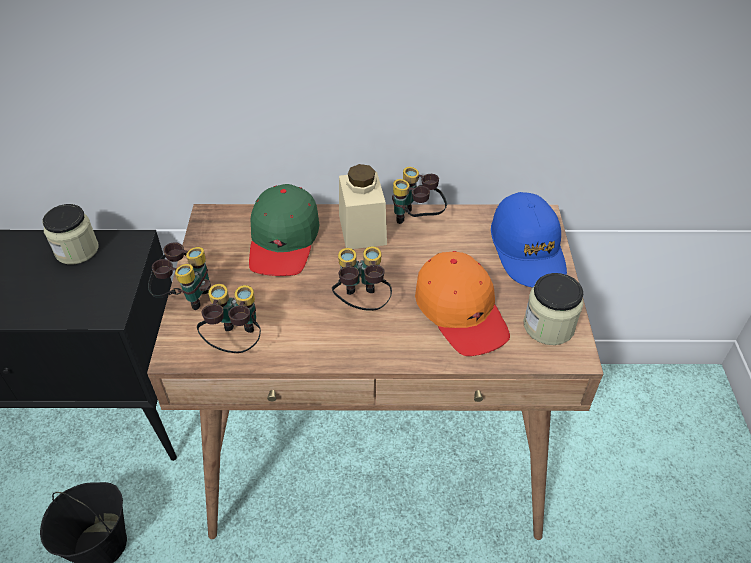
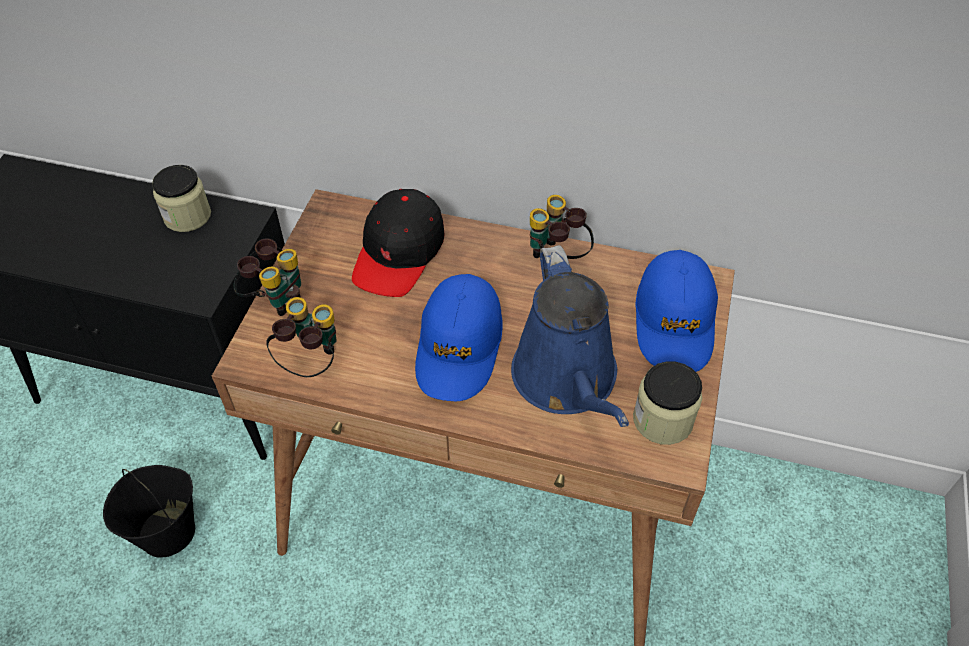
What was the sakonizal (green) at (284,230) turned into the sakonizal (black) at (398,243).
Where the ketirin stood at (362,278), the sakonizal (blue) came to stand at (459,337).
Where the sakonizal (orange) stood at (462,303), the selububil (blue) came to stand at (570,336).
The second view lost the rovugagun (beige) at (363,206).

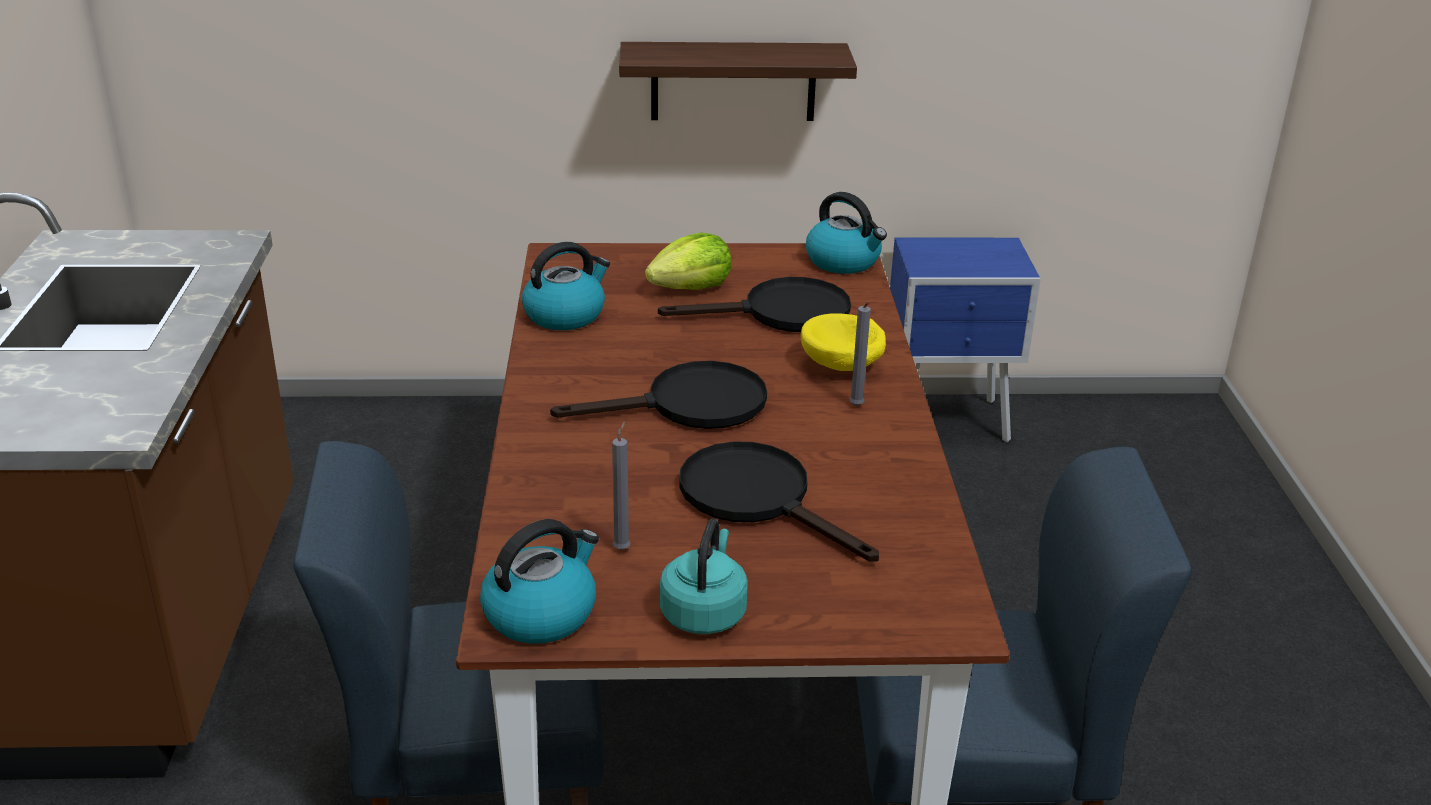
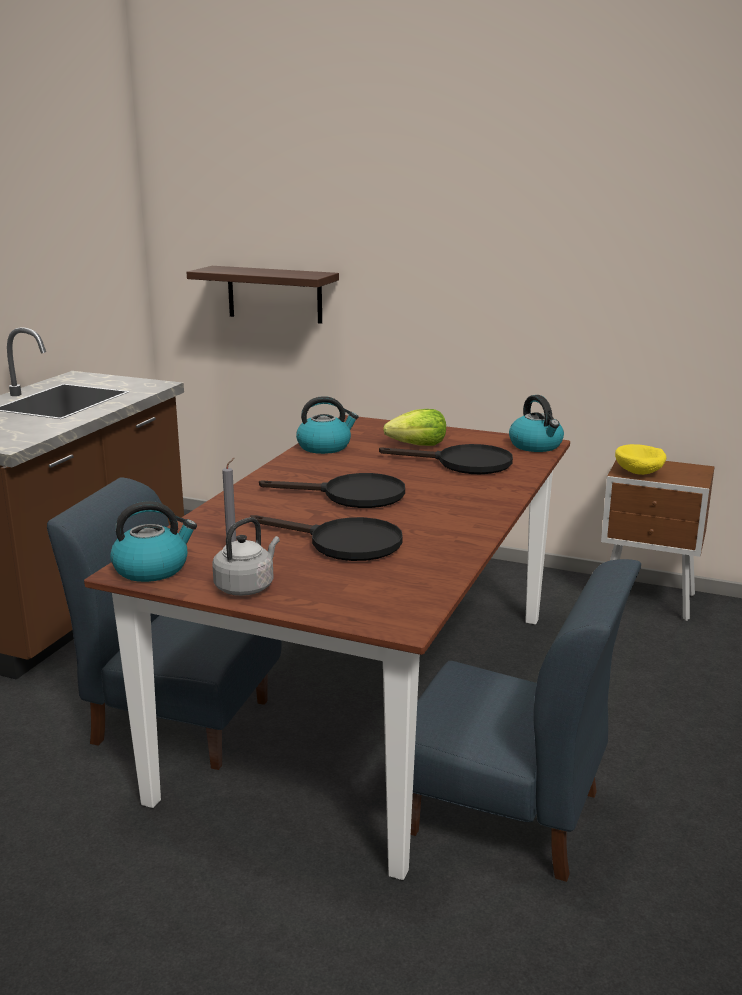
The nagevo ended up elsewhere, having gone from (738,81) to (263,295).
What was the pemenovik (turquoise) at (704,576) turned into the pemenovik (grey) at (246,556).
The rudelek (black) at (779,501) ended up facing another way, 135 degrees clockwise from before.
What was the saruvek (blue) at (965,340) turned into the saruvek (brown) at (658,540).
The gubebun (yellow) ended up elsewhere, having gone from (843,342) to (640,459).
The second view lost the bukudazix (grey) at (860,354).

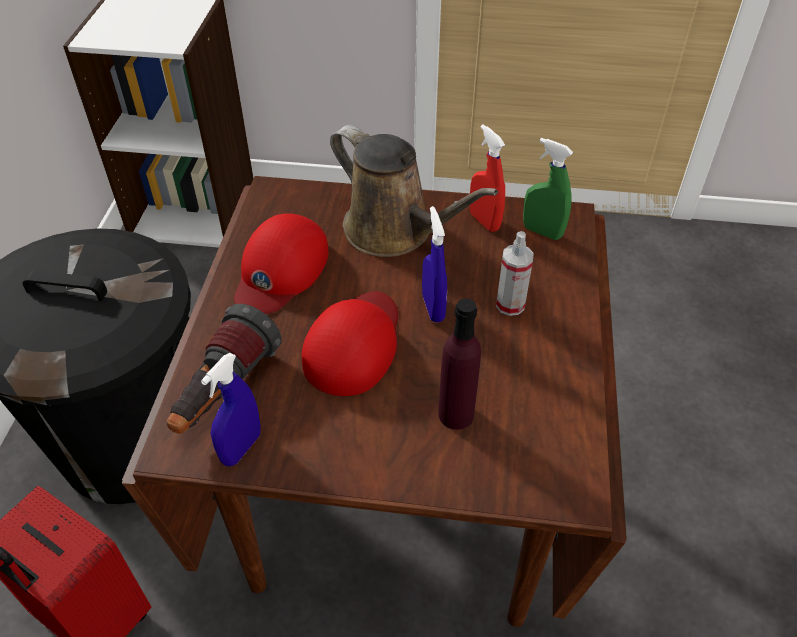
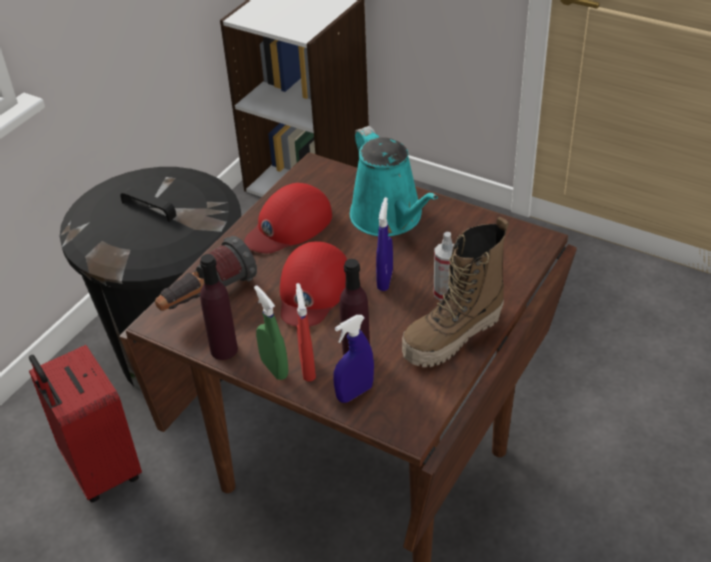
The second view gained the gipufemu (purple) at (219,307).
The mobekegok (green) ended up elsewhere, having gone from (548,189) to (271,332).
The sakonizal (red) at (350,344) ended up facing another way, 150 degrees clockwise from before.
The mobekegok (red) ended up elsewhere, having gone from (487,178) to (306,332).
The mobekegok (blue) ended up elsewhere, having gone from (230,410) to (353,359).
What was the selububil (brown) at (414,191) turned into the selububil (turquoise) at (394,181).
The second view gained the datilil at (455,292).

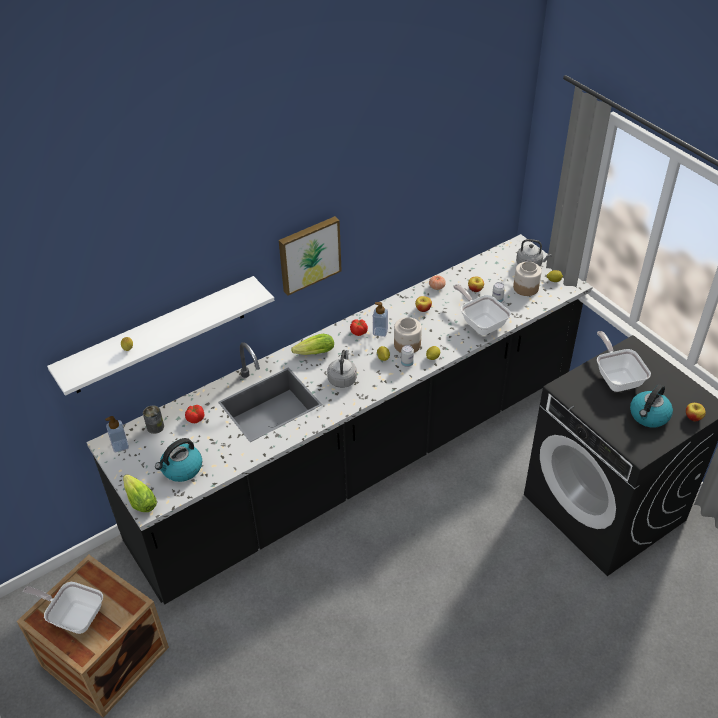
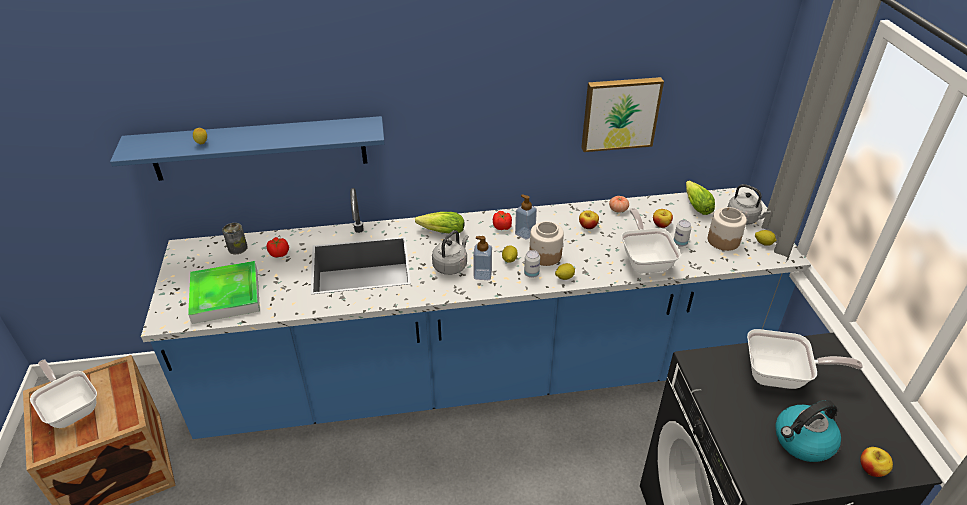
What was the nagevo (white) at (160,336) turned into the nagevo (blue) at (247,148).
What was the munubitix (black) at (339,419) turned into the munubitix (blue) at (476,313).
Where the pemenovik stood at (178,460), the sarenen came to stand at (224,292).
The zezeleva ended up elsewhere, having gone from (117,434) to (482,258).
The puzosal ended up elsewhere, having gone from (310,255) to (622,114).
The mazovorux ended up elsewhere, having gone from (140,493) to (700,198).
The rudelek at (624,361) ended up facing another way, 90 degrees clockwise from before.

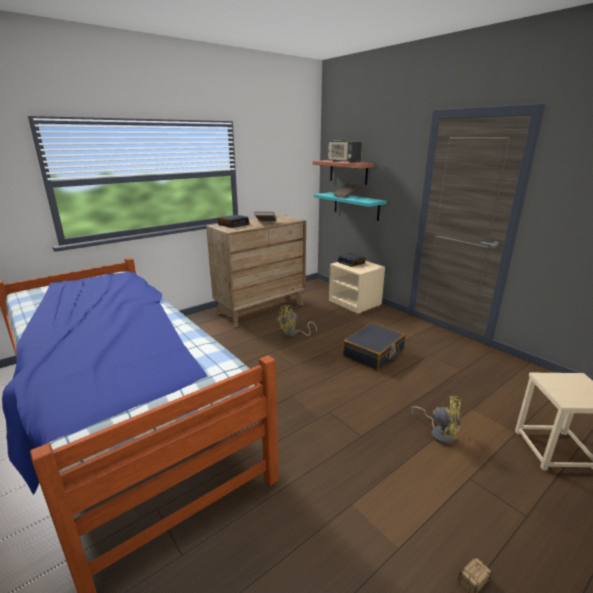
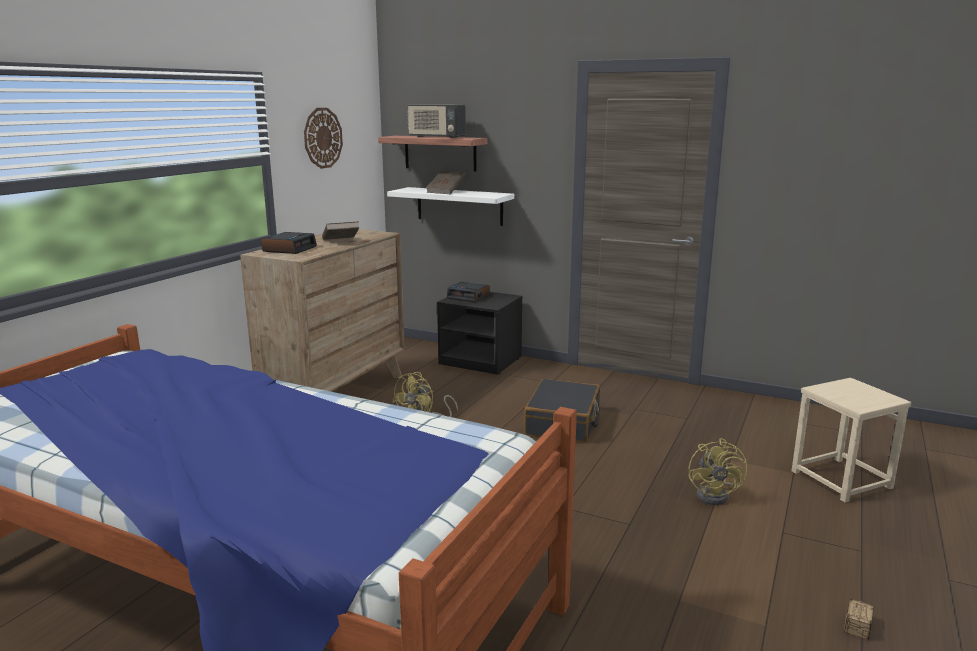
The second view gained the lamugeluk at (323,138).
What was the nagevo (turquoise) at (350,206) turned into the nagevo (white) at (450,206).
What was the saruvek (beige) at (357,287) turned into the saruvek (black) at (480,333).
The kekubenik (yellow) at (436,420) ended up facing another way, 90 degrees clockwise from before.

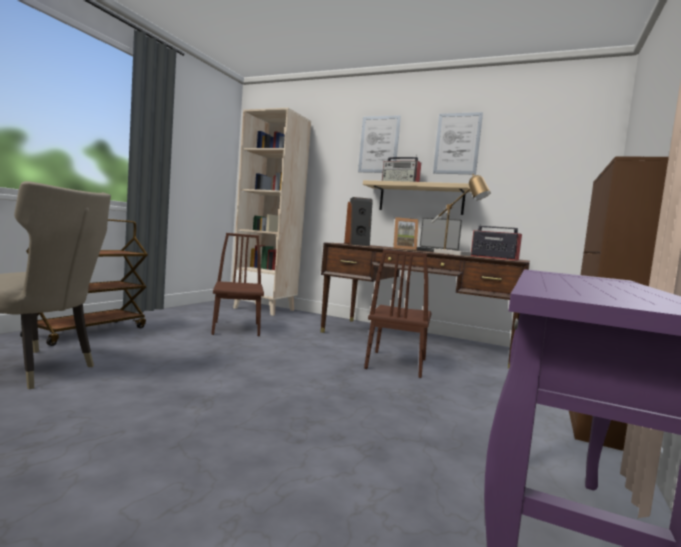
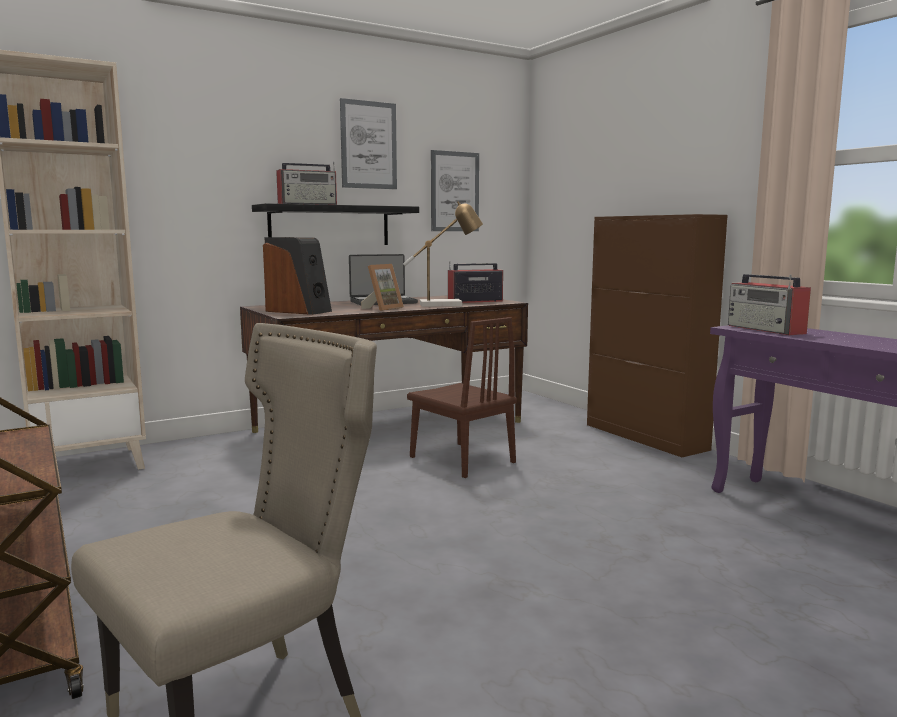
What was the nagevo (beige) at (417,197) turned into the nagevo (black) at (335,224).
The puzosal ended up elsewhere, having gone from (379,144) to (455,190).
The second view gained the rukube at (769,304).
The second view lost the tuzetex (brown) at (237,284).

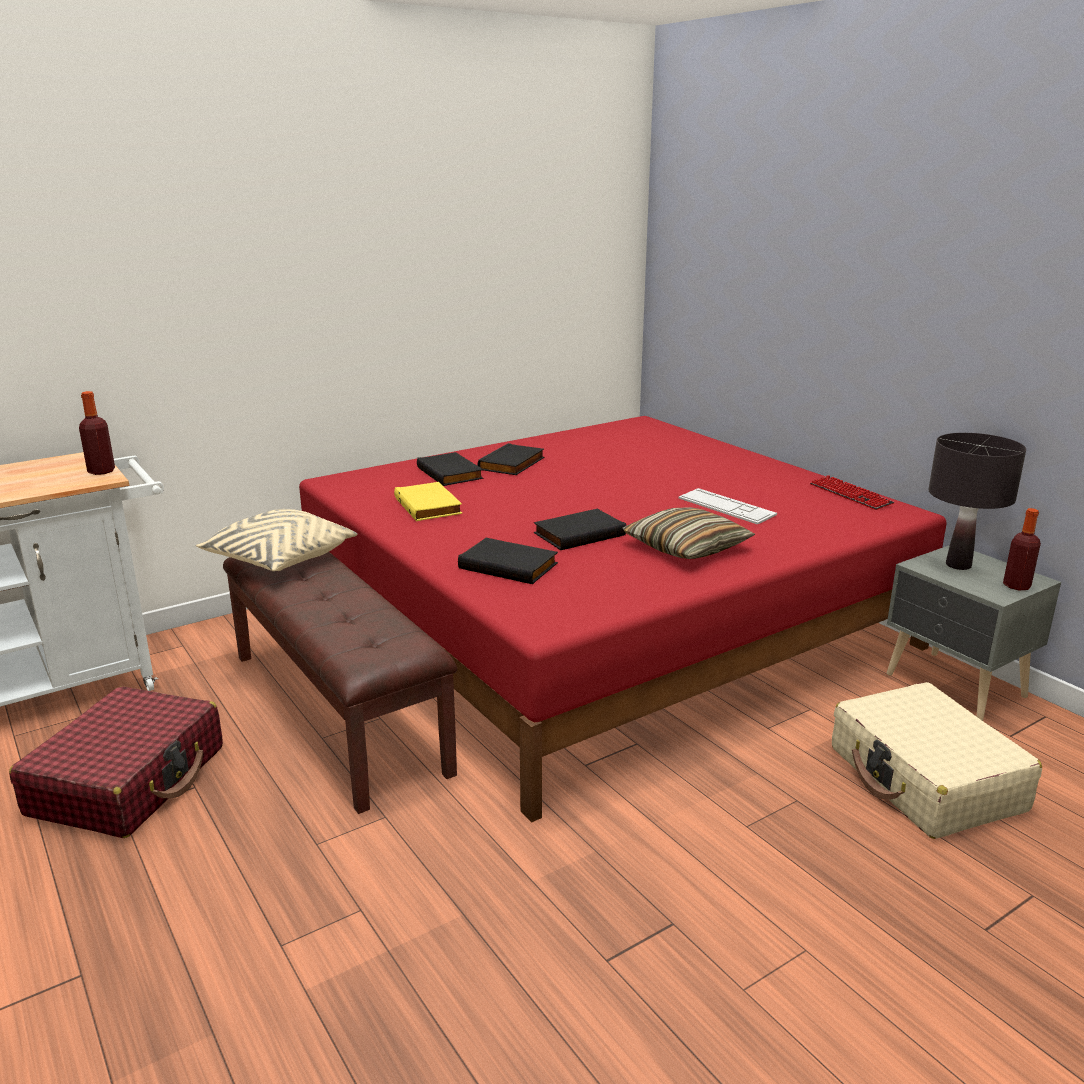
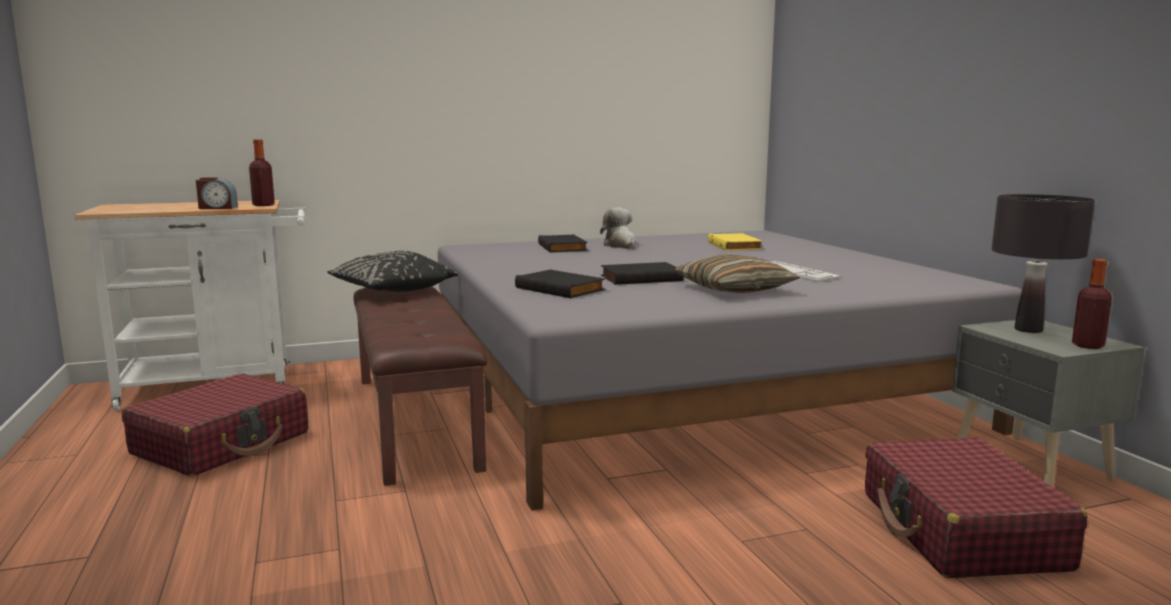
The second view gained the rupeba at (217,193).
What was the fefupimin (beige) at (276,540) turned into the fefupimin (black) at (392,271).
What was the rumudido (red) at (623,619) turned into the rumudido (grey) at (730,370).
Where the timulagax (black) stood at (511,459), the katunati came to stand at (618,228).
The timulagax (yellow) ended up elsewhere, having gone from (428,501) to (735,242).
What was the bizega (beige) at (937,760) turned into the bizega (red) at (976,508).
The second view lost the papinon at (852,492).

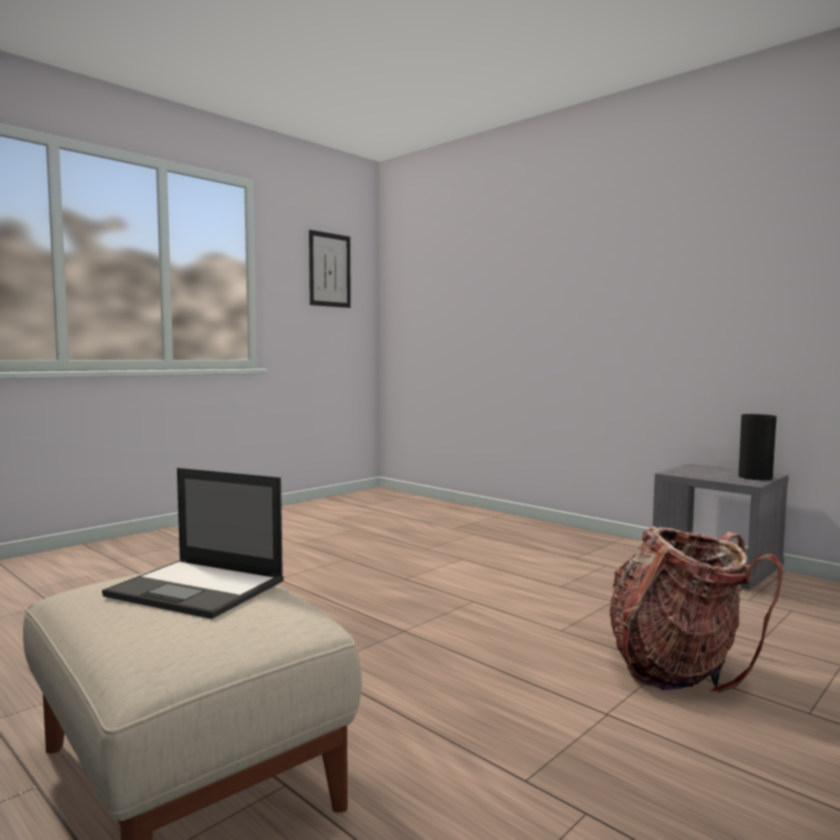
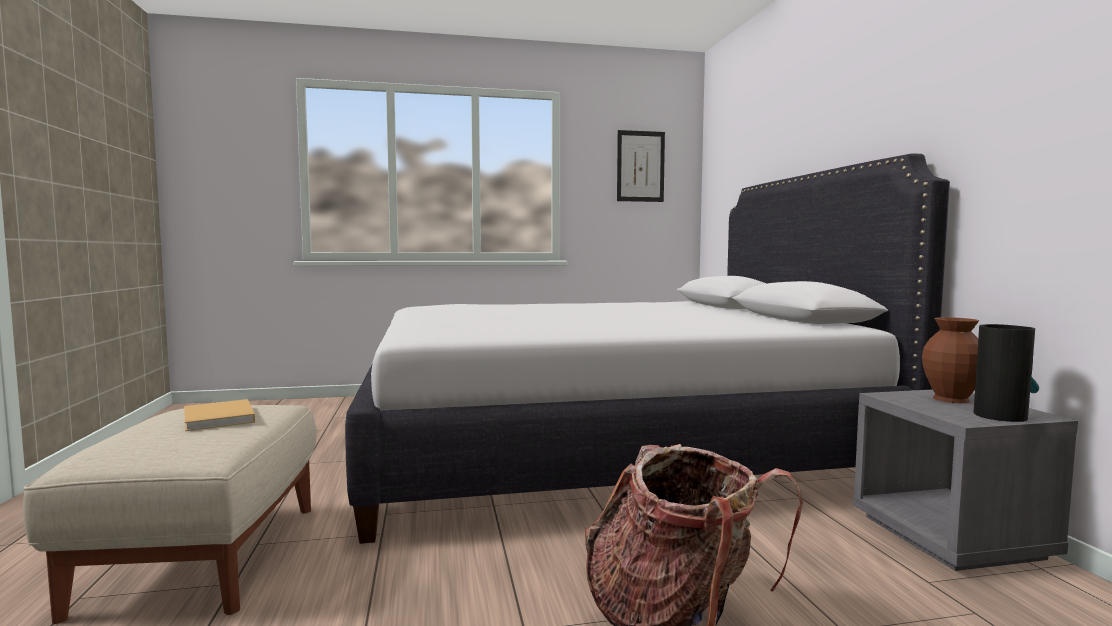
Where the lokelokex stood at (193,543), the timulagax (beige) came to stand at (219,415).
The second view gained the rumudido (white) at (647,348).
The second view gained the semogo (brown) at (950,360).

